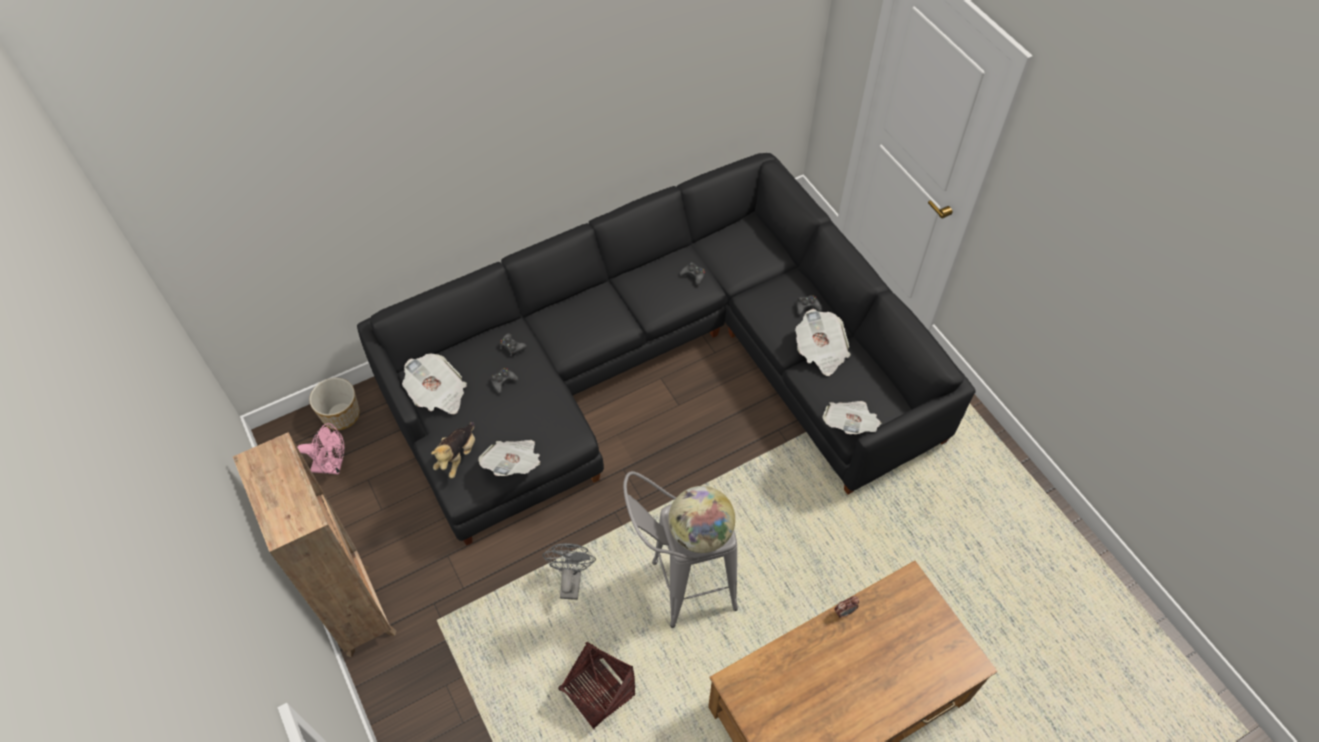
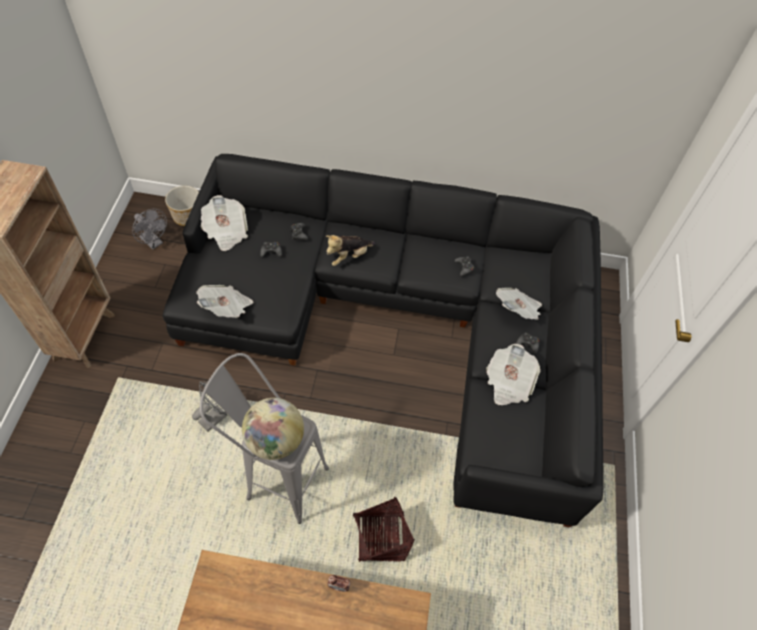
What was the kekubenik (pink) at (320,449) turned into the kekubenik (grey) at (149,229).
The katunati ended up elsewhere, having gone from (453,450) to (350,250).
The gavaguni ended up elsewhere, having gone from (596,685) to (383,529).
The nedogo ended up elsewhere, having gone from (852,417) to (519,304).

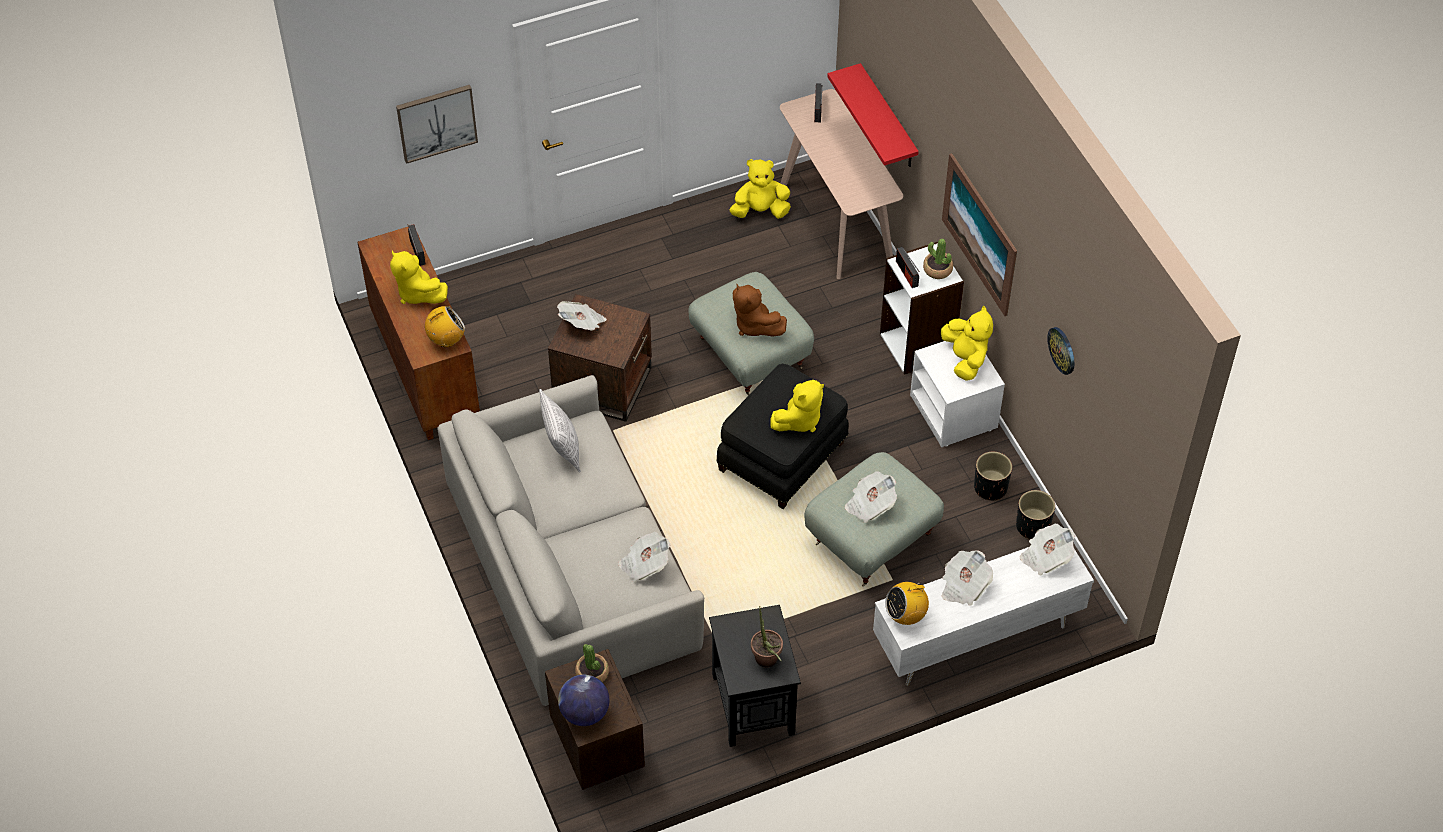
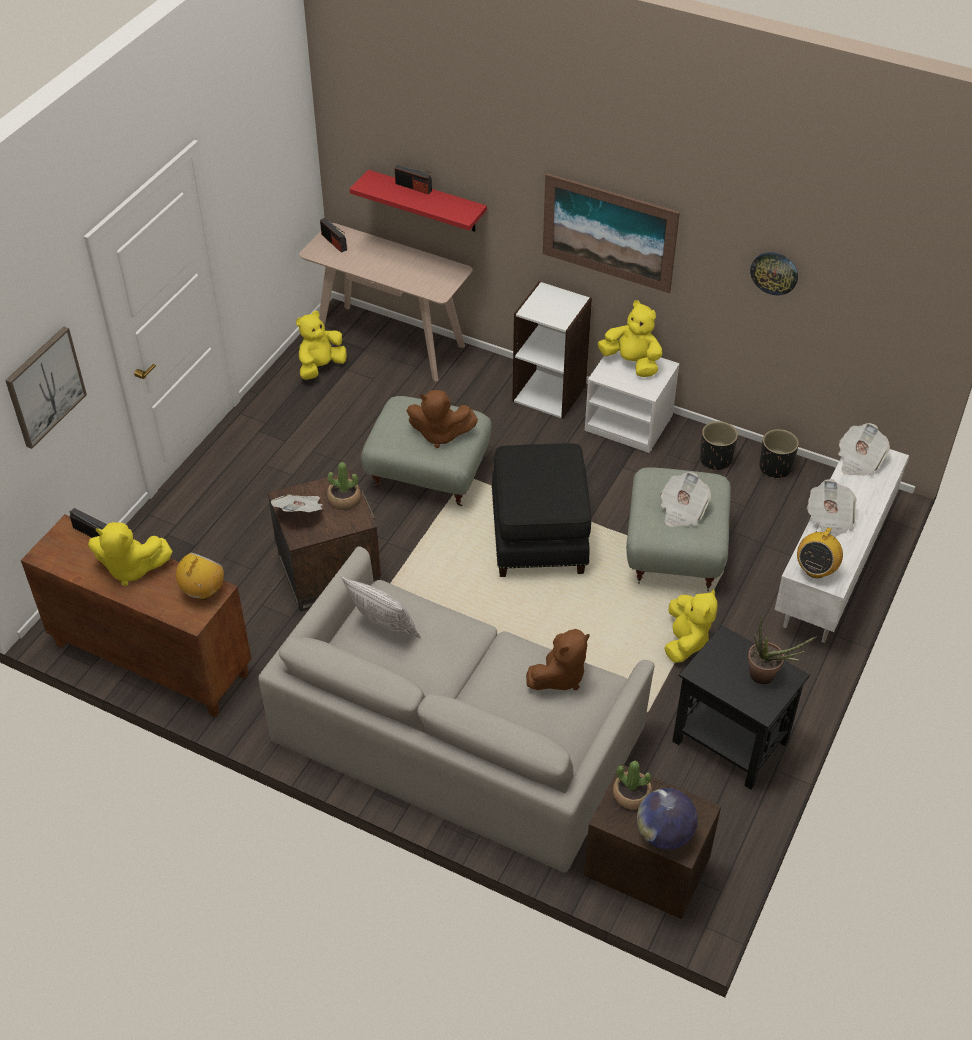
The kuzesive ended up elsewhere, having gone from (938,258) to (343,485).
The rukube ended up elsewhere, having gone from (907,267) to (413,180).
Where the nedogo stood at (644,557), the katunati (brown) came to stand at (558,659).
The katunati (yellow) ended up elsewhere, having gone from (797,406) to (691,626).

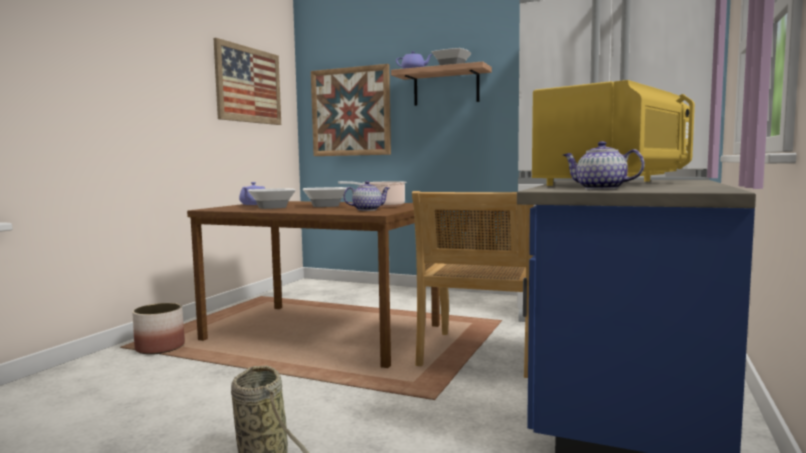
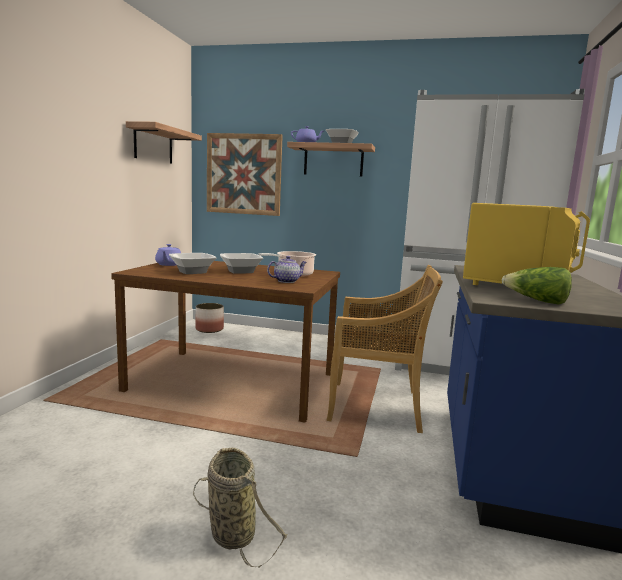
Where the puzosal hung at (247,81), the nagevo came to hang at (164,142).
The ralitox ended up elsewhere, having gone from (158,329) to (209,318).
The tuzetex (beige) at (473,284) ended up facing another way, 90 degrees counterclockwise from before.
Where the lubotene stood at (604,165), the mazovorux came to stand at (536,286).

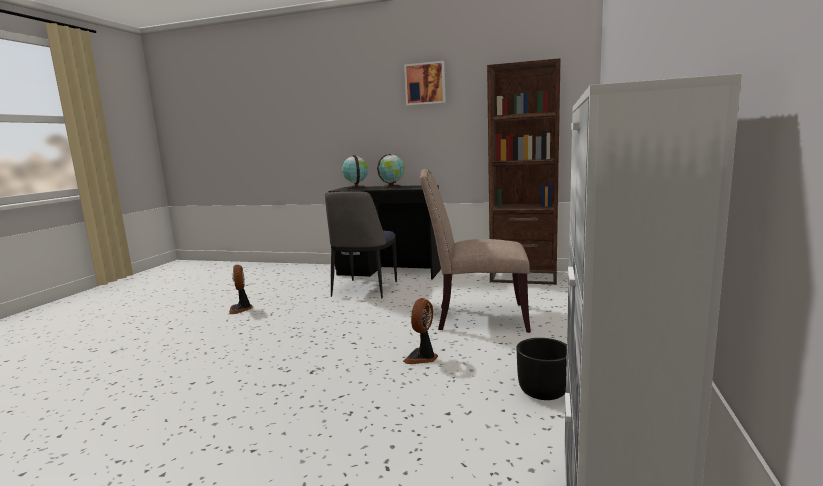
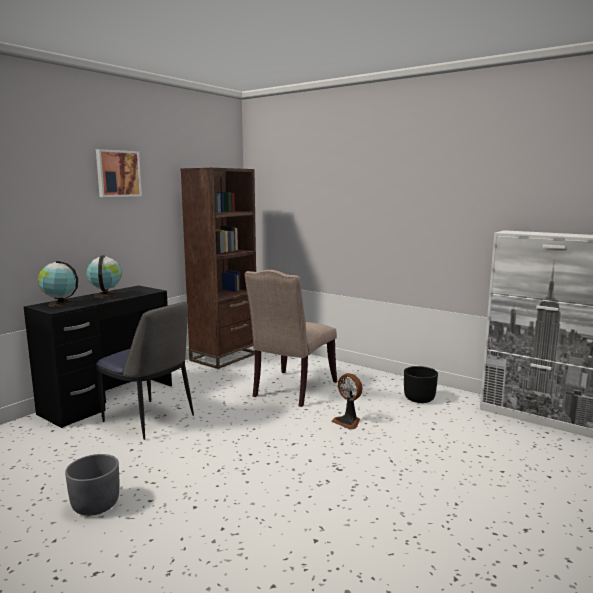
Where the kekubenik stood at (240,289), the ralitox (grey) came to stand at (92,485).

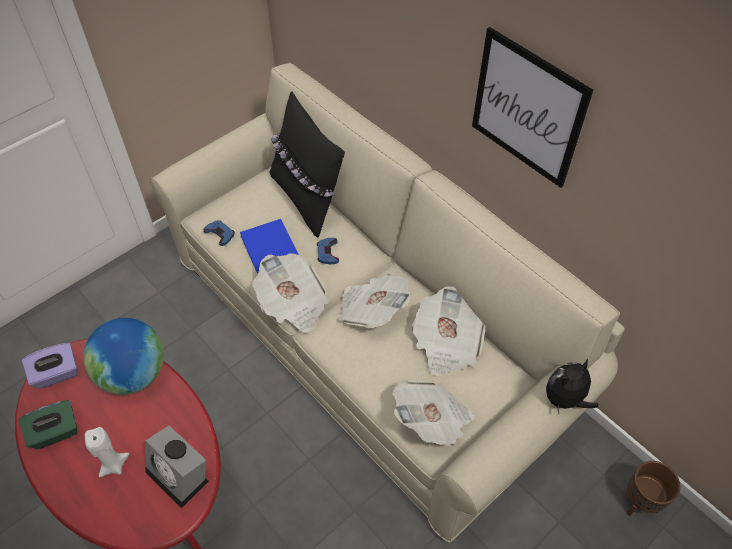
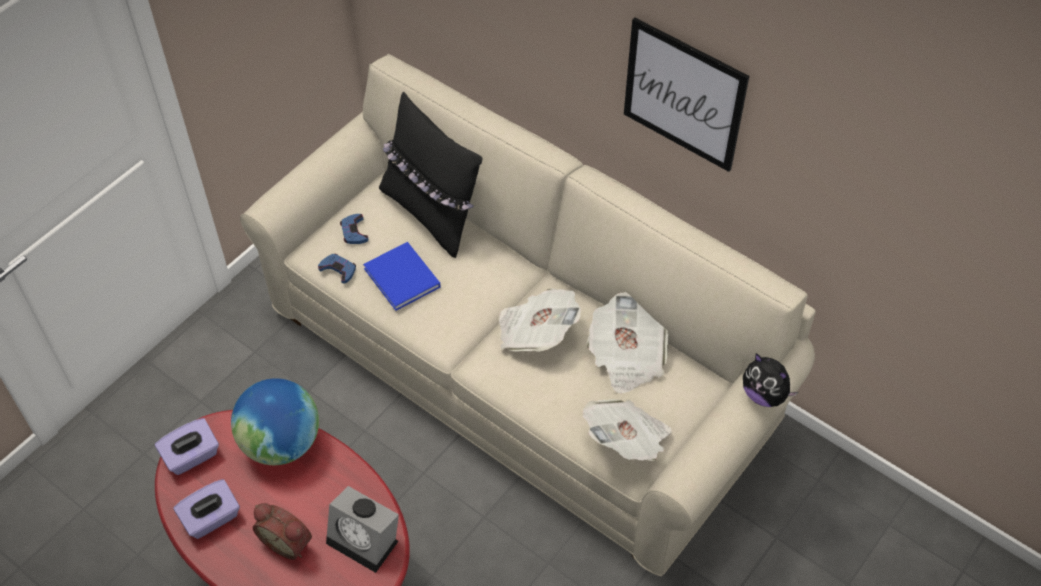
What was the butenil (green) at (48,424) turned into the butenil (purple) at (206,509).
Where the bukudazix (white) stood at (107,452), the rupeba came to stand at (282,531).
The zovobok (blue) ended up elsewhere, having gone from (328,251) to (354,229).
The katunati at (572,386) ended up facing another way, 90 degrees counterclockwise from before.
The second view lost the nedogo at (291,293).
The second view lost the ralitox (brown) at (653,488).

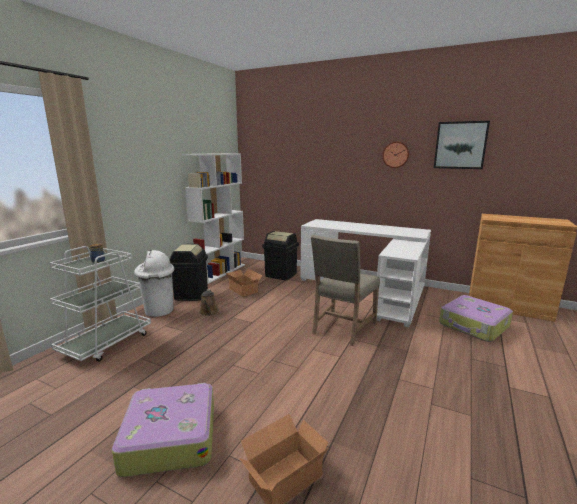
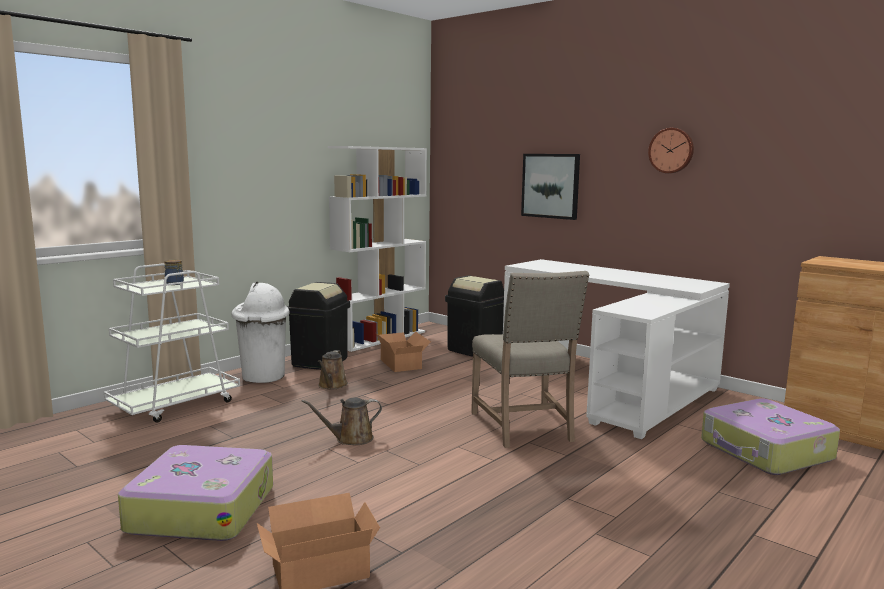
The second view gained the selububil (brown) at (342,421).
The tuzetex (beige) at (345,290) ended up facing another way, 60 degrees counterclockwise from before.
The puzosal ended up elsewhere, having gone from (462,145) to (550,187).

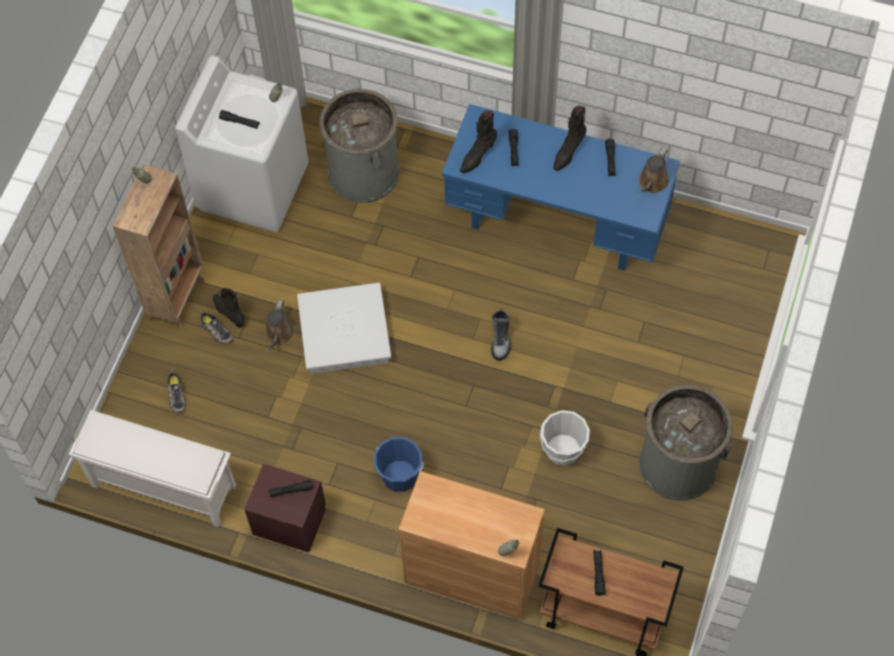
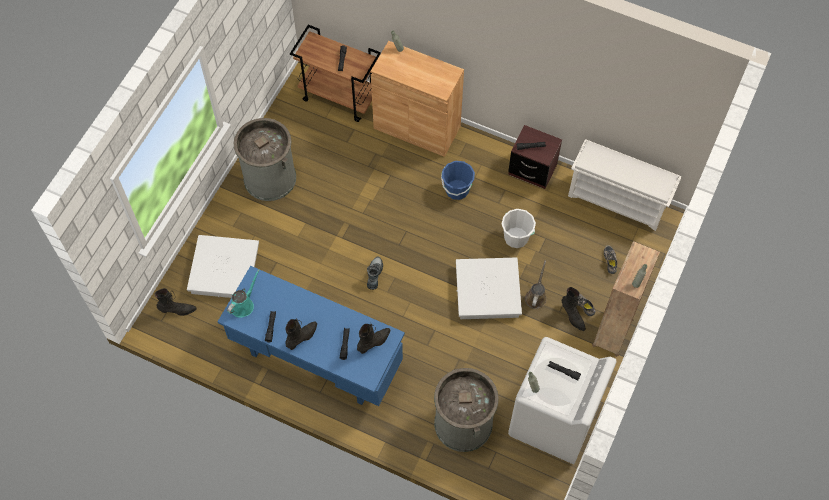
The second view gained the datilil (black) at (176,302).
The second view gained the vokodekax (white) at (223,266).
What was the selububil (brown) at (653,171) turned into the selububil (turquoise) at (243,293).
The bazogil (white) ended up elsewhere, having gone from (565,438) to (519,228).

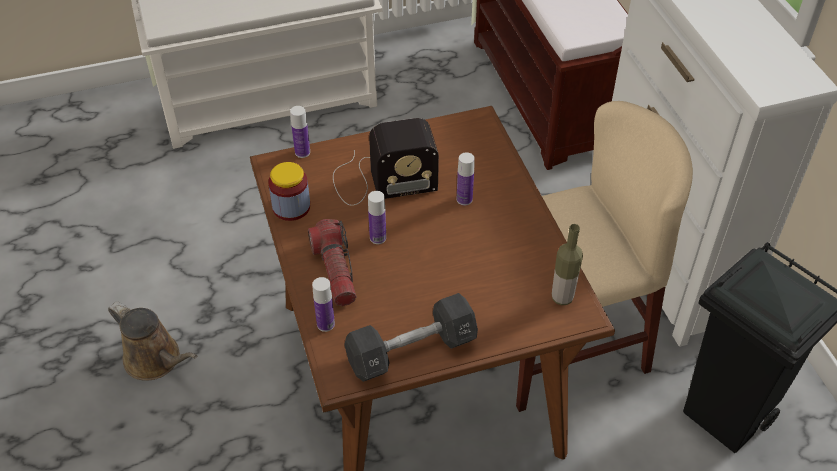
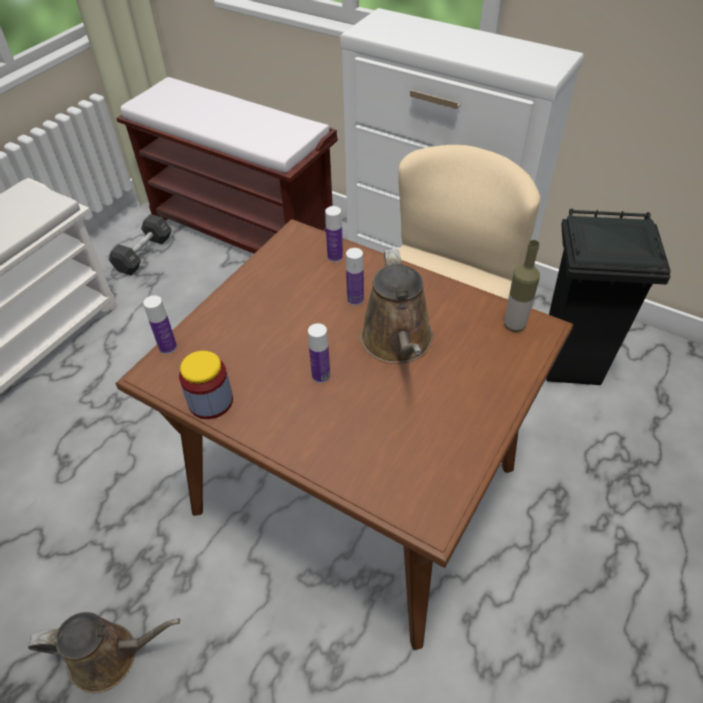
The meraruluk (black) ended up elsewhere, having gone from (411,337) to (140,245).
The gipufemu ended up elsewhere, having gone from (323,304) to (334,234).
The second view gained the selububil (brown) at (396,306).
The second view lost the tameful at (332,262).
The second view lost the rukube at (386,162).

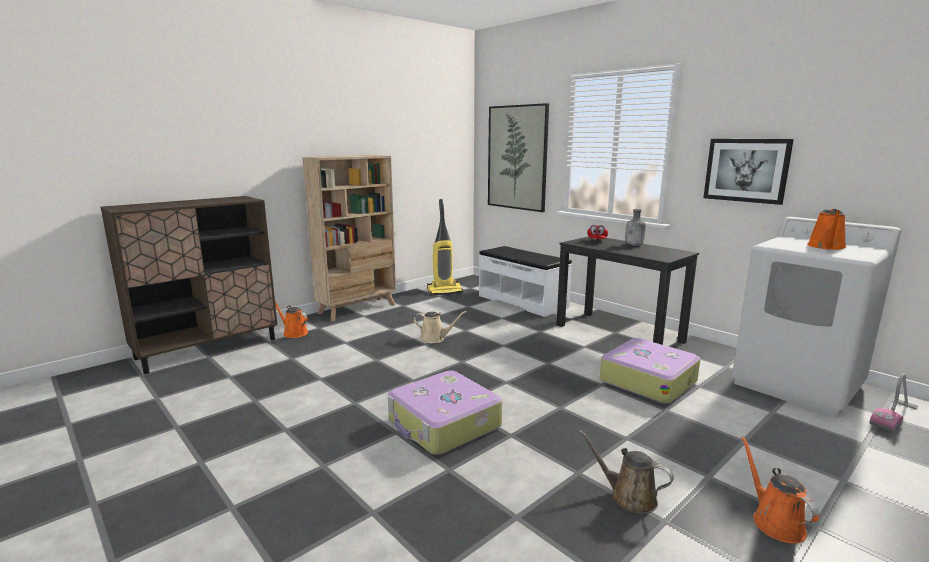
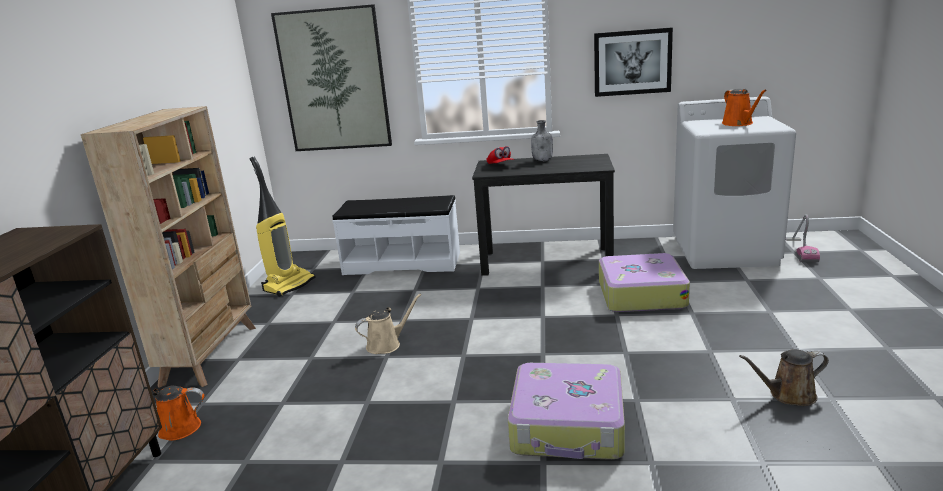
The second view lost the selububil (orange) at (780,490).

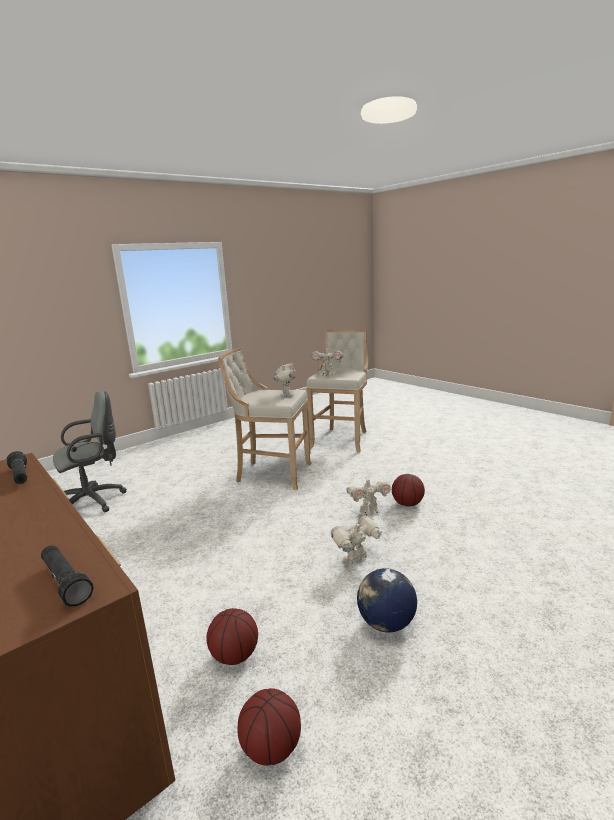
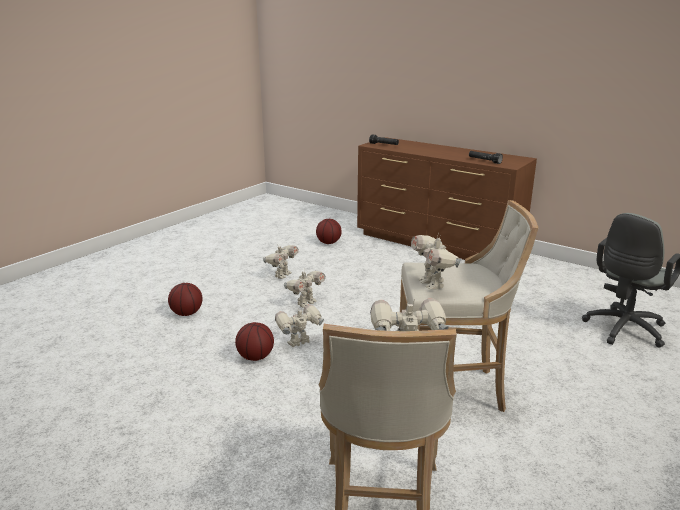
The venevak ended up elsewhere, having gone from (232,636) to (185,299).
Where the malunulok stood at (387,600), the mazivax came to stand at (281,261).

